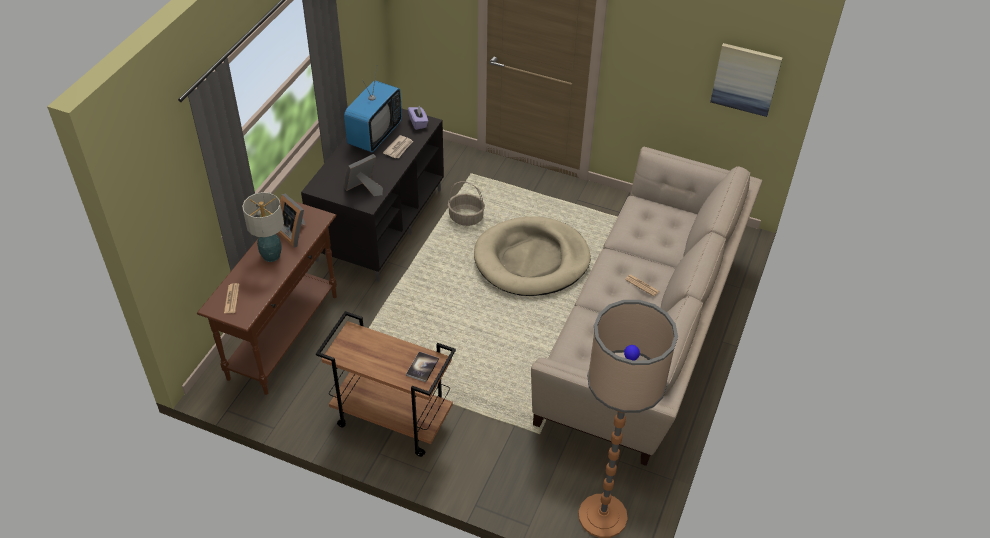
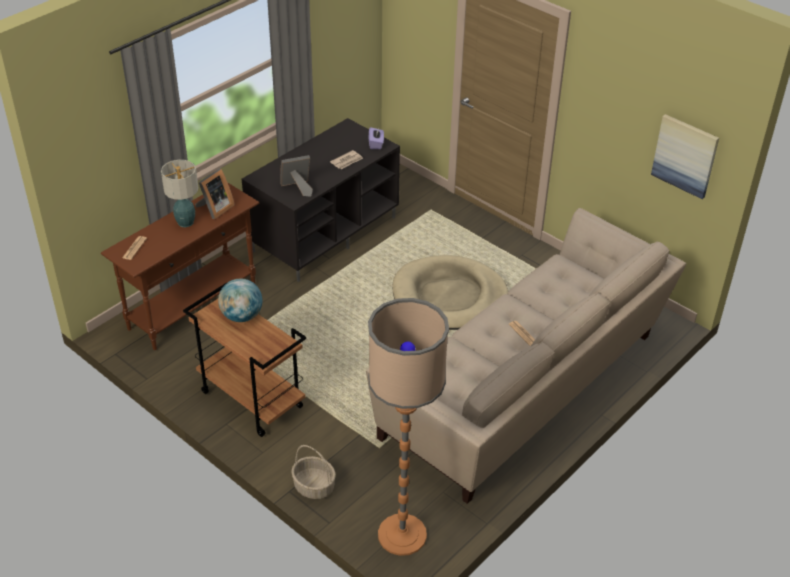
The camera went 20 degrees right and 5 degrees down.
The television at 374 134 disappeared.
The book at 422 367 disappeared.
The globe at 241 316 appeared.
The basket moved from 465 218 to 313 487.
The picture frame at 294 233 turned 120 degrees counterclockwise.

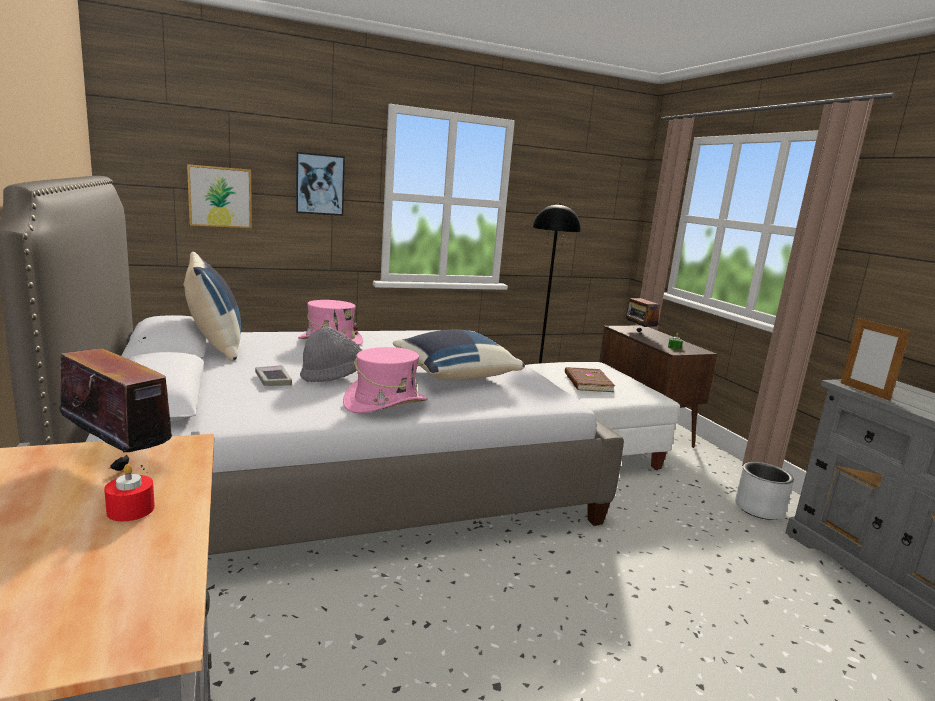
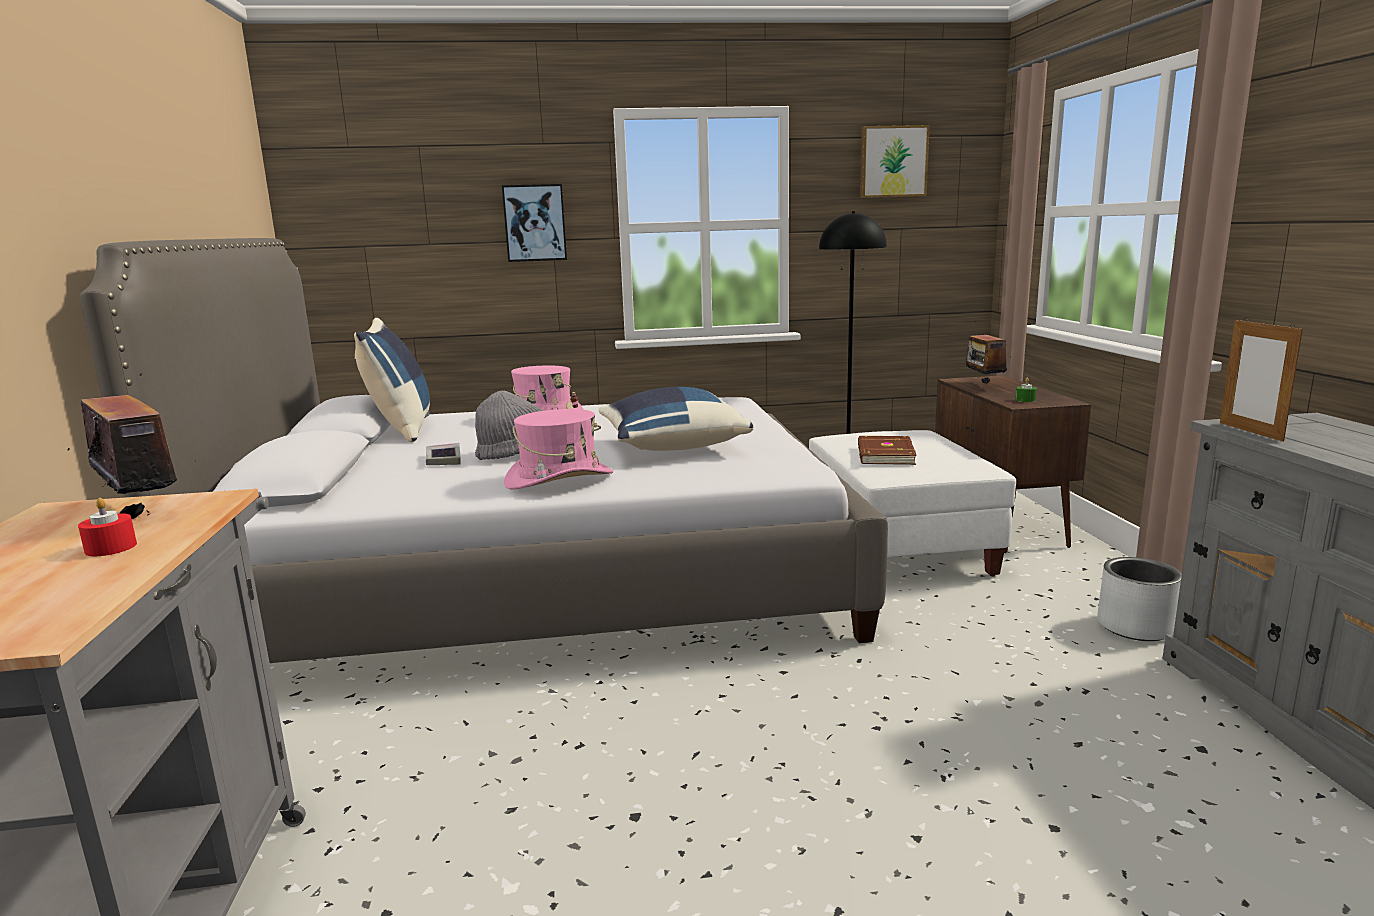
The camera went 15 degrees right and 0 degrees up.
The picture moved from 220 197 to 892 162.

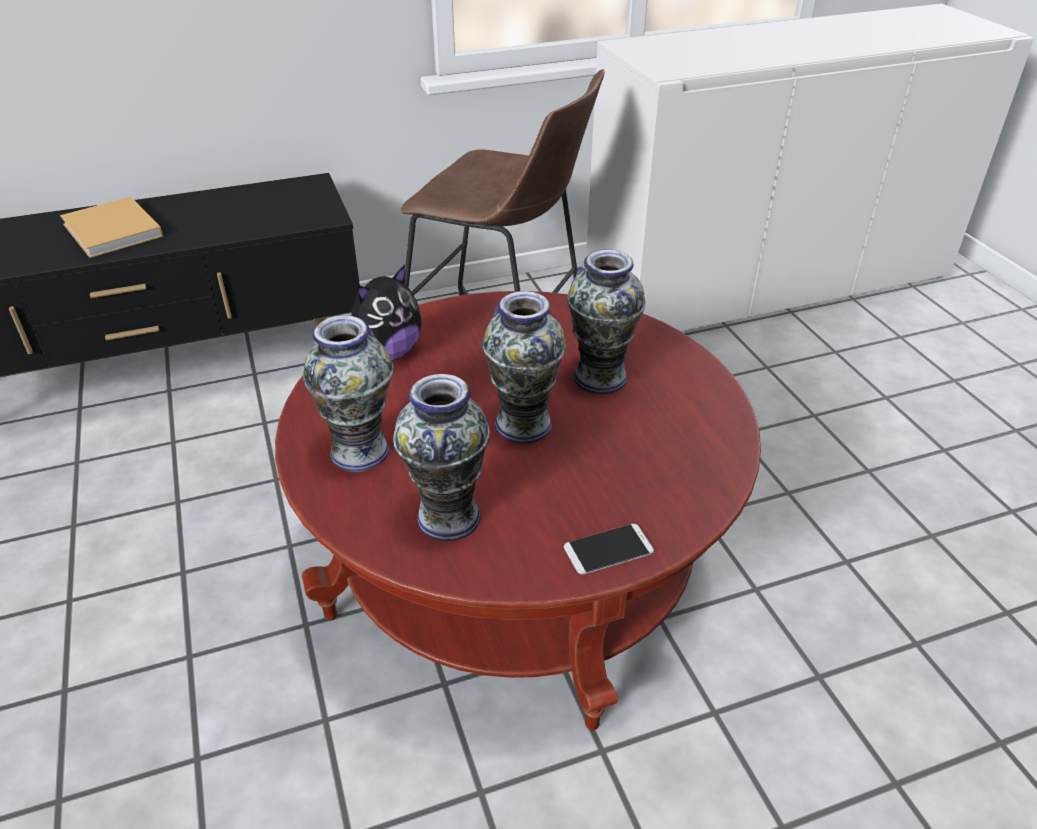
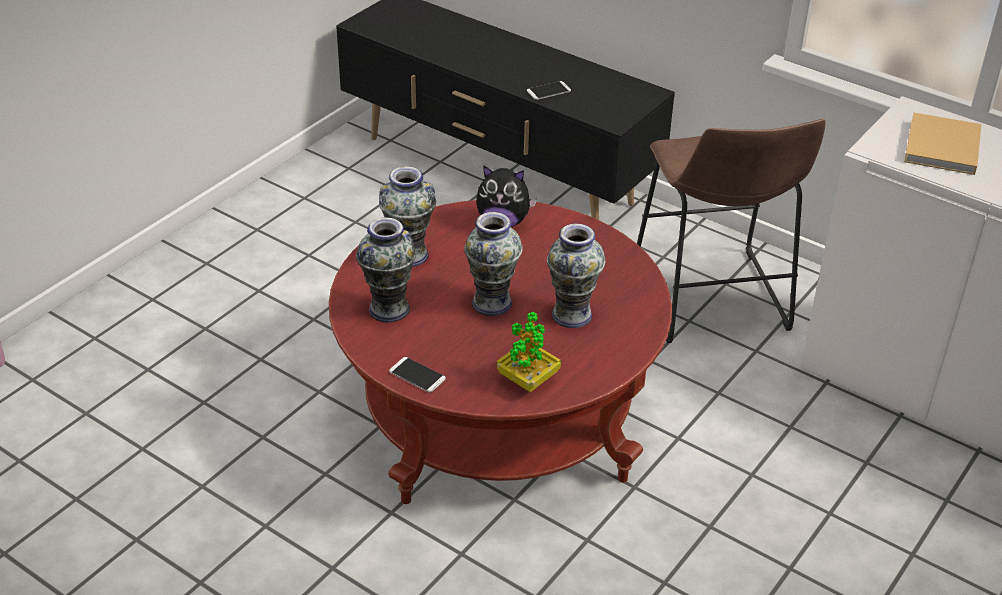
The camera went 55 degrees right and 0 degrees up.
The potted plant at 528 379 appeared.
The phone at 548 91 appeared.
The book/beige moved from 113 231 to 942 148.

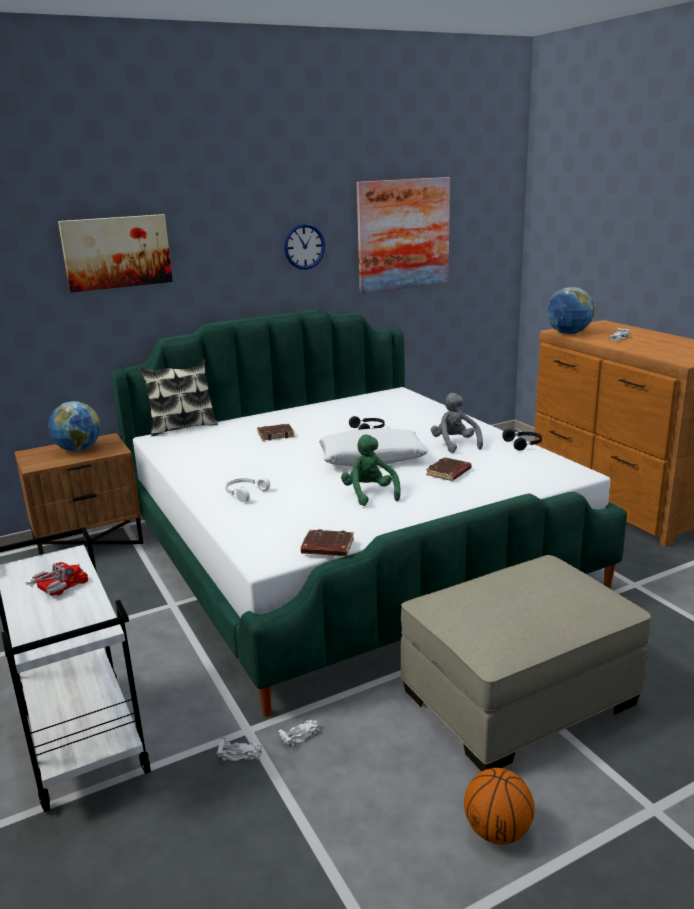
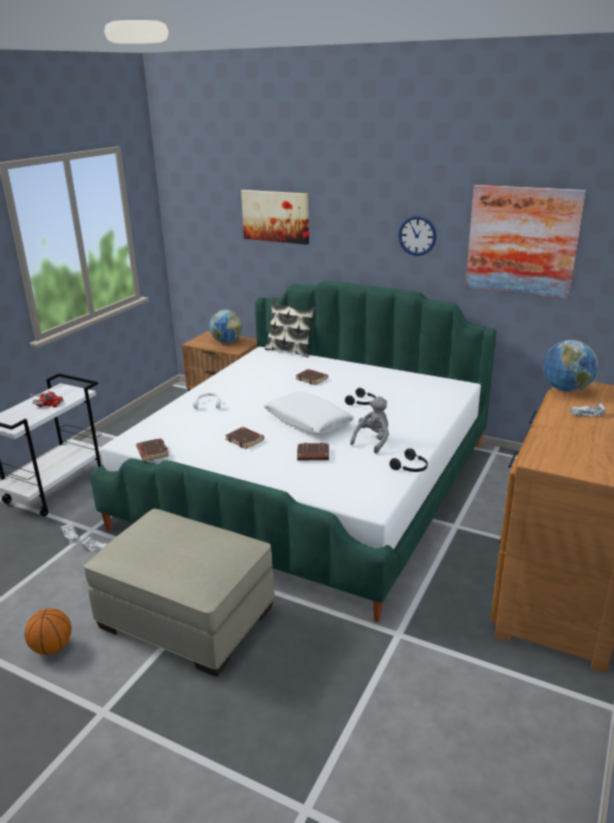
The camera went 55 degrees right and 5 degrees up.
The plush toy/green at 370 494 was replaced by the book/brown at 245 440.

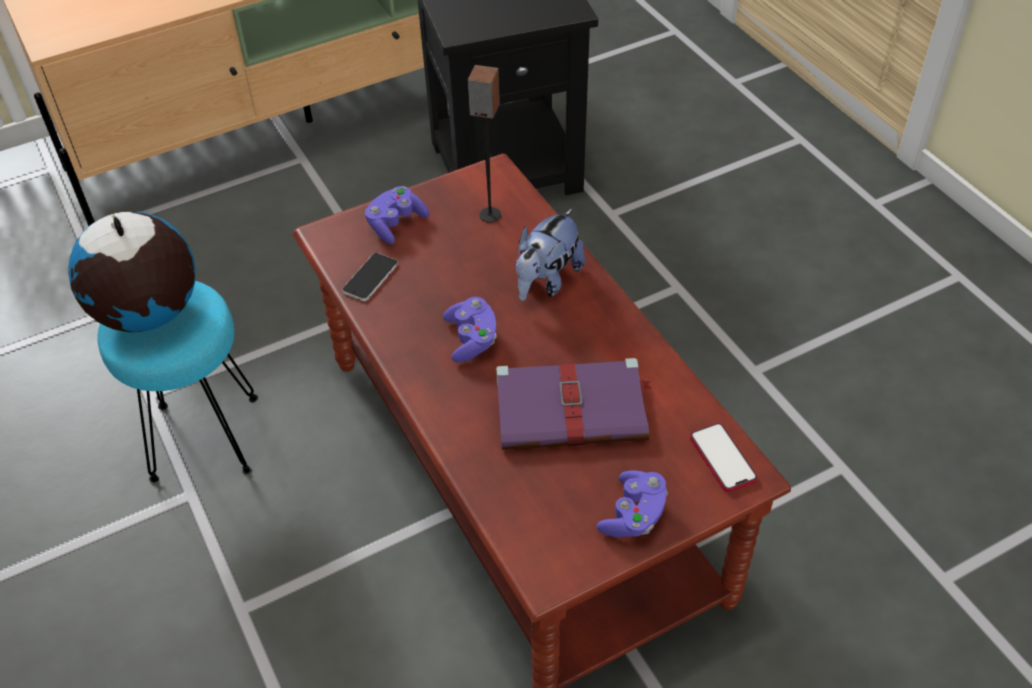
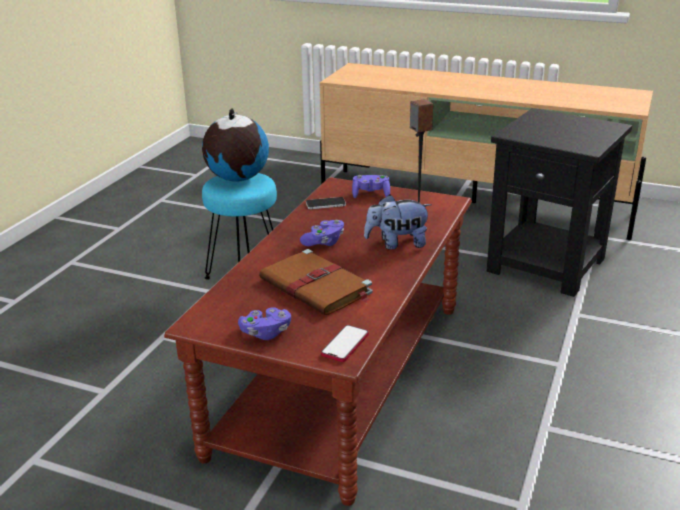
The camera went 50 degrees right and 20 degrees down.
The book/purple at 573 409 became the book/brown at 317 287.

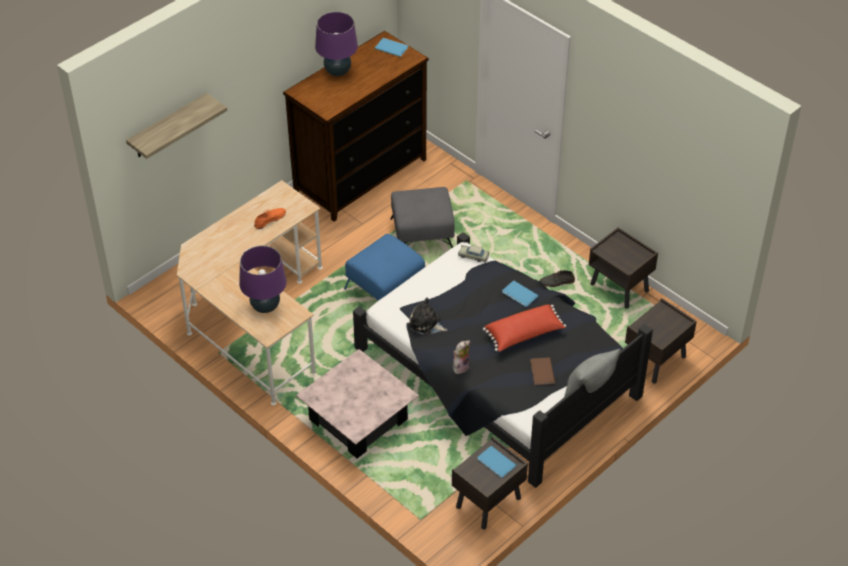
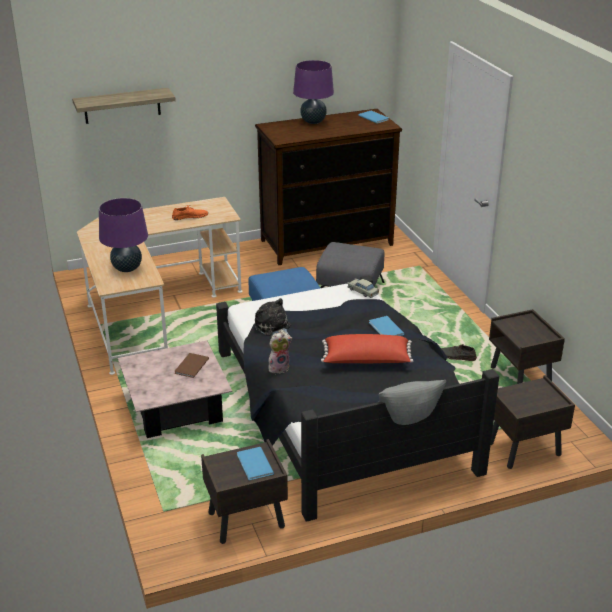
The camera went 25 degrees right and 15 degrees down.
The book/brown moved from 541 372 to 190 366.

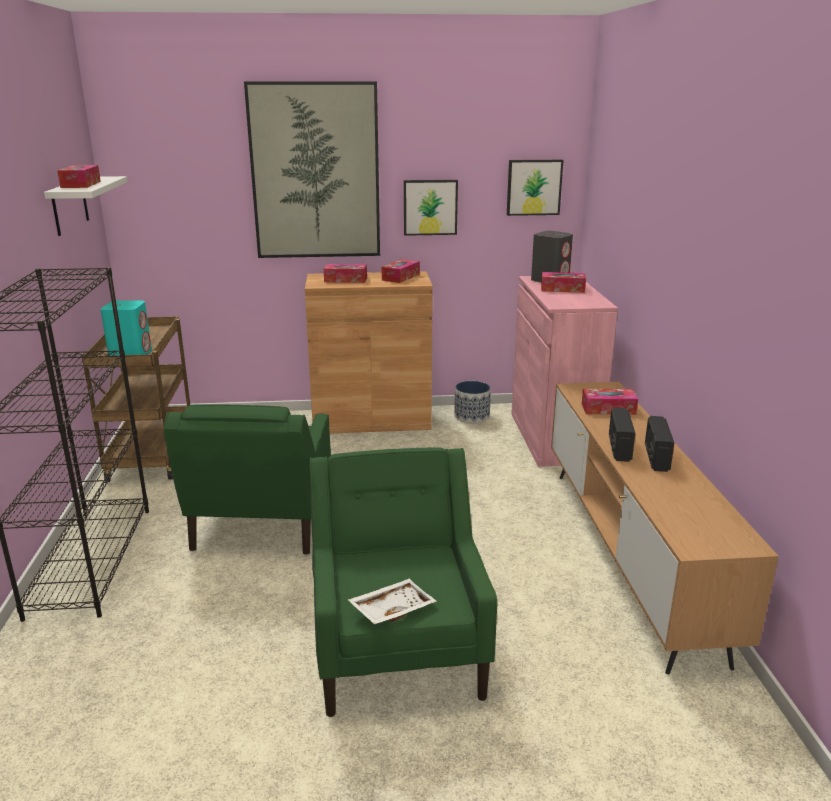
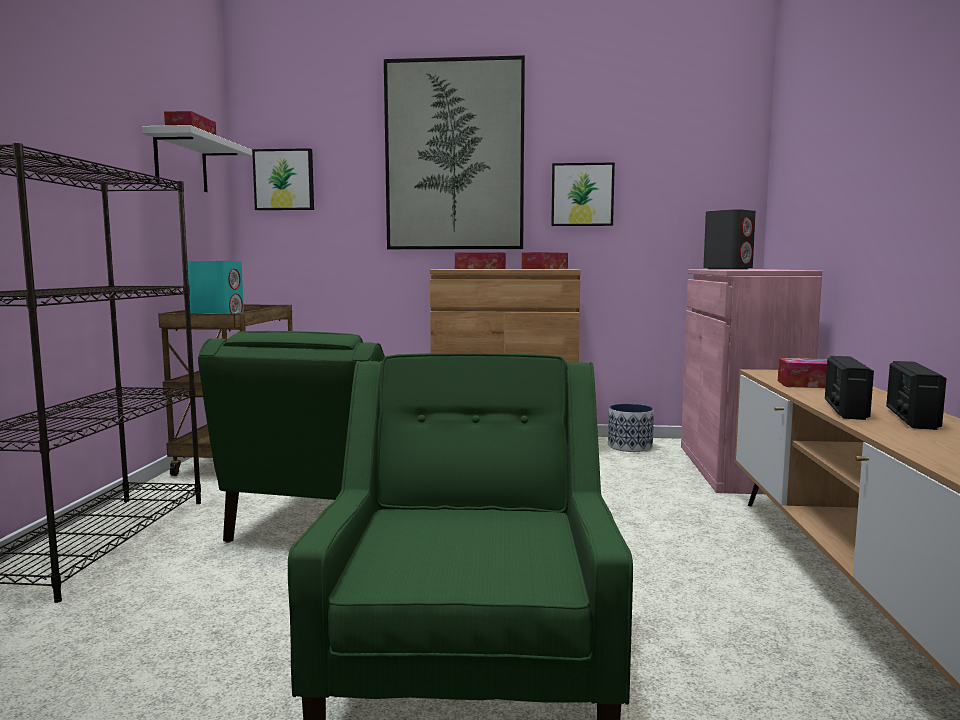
The camera went 10 degrees right and 15 degrees down.
The tray/white at 391 609 disappeared.
The tissue box at 562 289 disappeared.
The picture moved from 533 187 to 284 180.

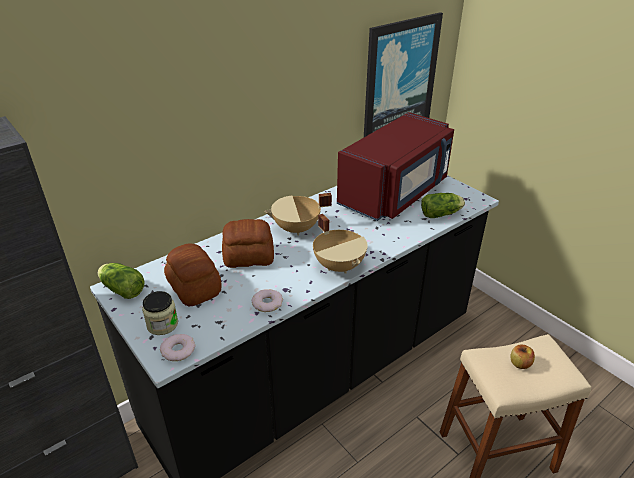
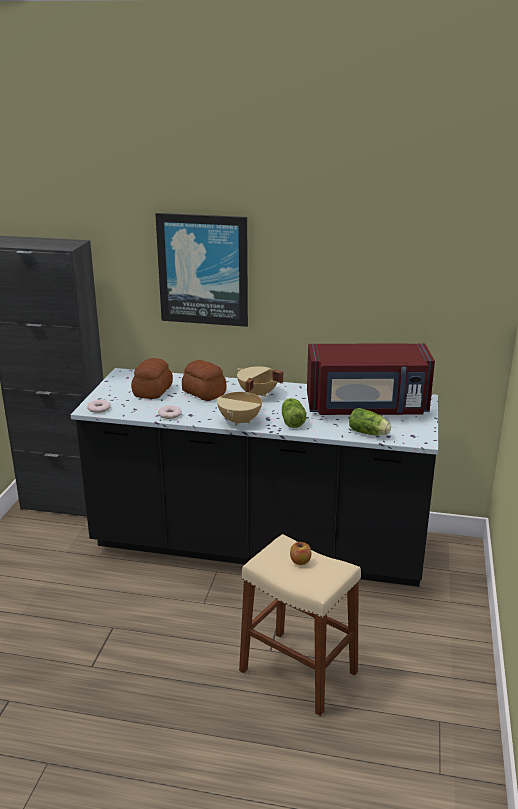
The camera went 50 degrees right and 10 degrees down.
The jar at 162 324 disappeared.
The lettuce moved from 121 289 to 292 421.
The picture moved from 399 79 to 203 269.

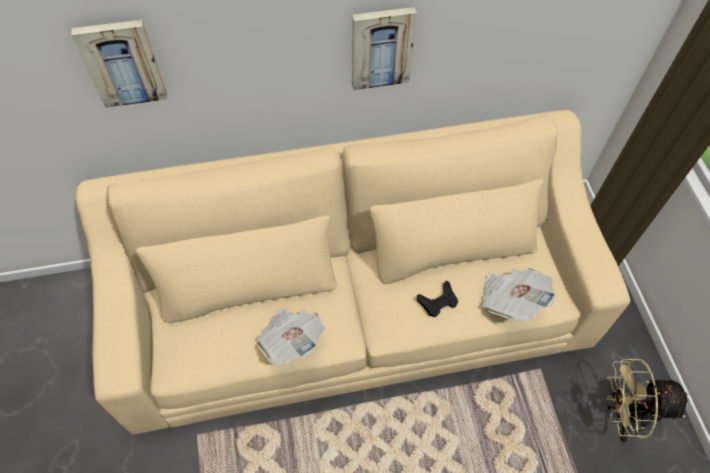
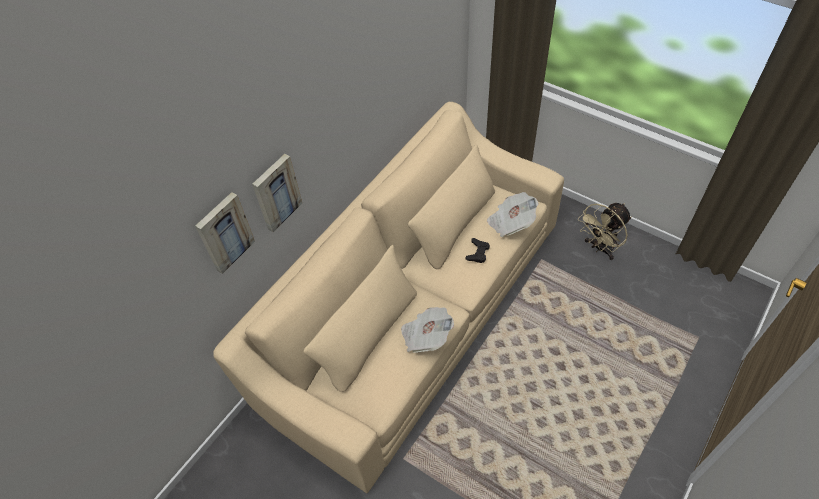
The camera went 40 degrees left and 5 degrees down.
The picture moved from 381 47 to 276 192.

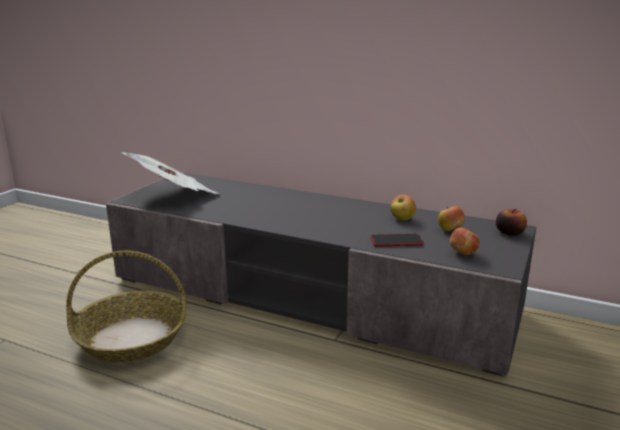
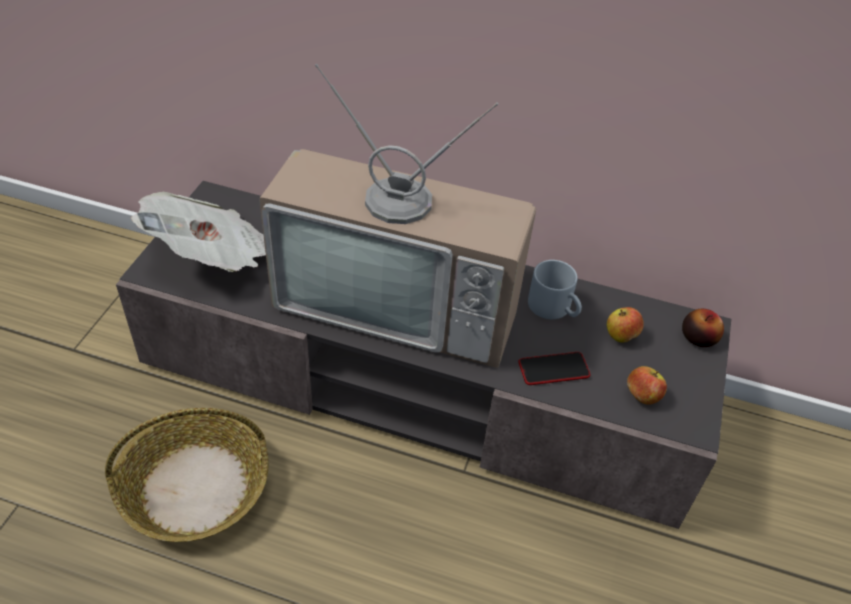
The camera went 10 degrees left and 25 degrees up.
The television at 401 299 appeared.
The apple at 402 218 was replaced by the mug/grey at 555 308.

